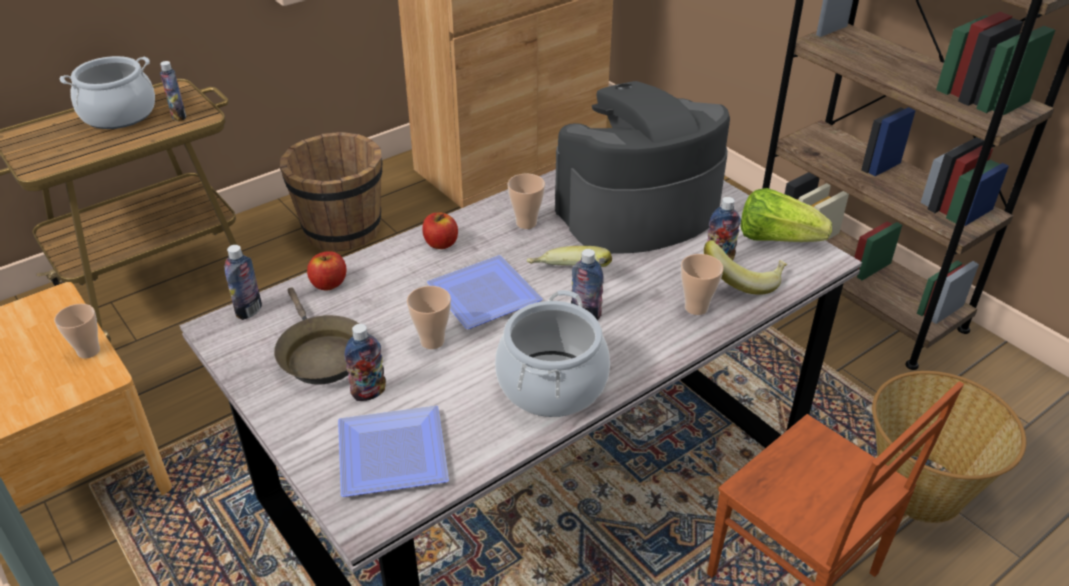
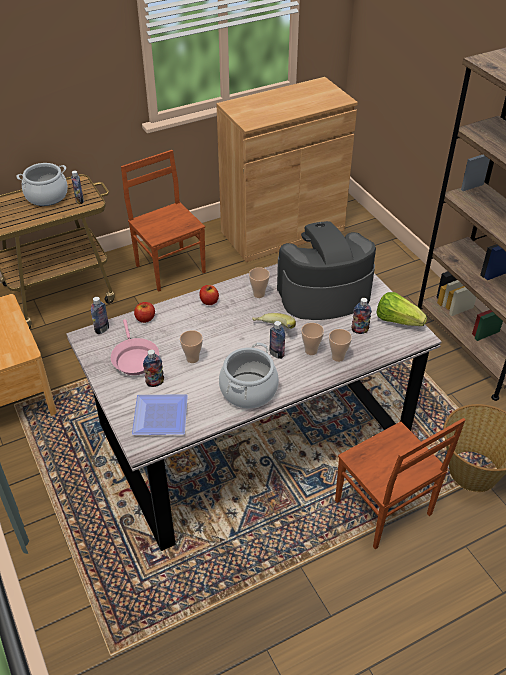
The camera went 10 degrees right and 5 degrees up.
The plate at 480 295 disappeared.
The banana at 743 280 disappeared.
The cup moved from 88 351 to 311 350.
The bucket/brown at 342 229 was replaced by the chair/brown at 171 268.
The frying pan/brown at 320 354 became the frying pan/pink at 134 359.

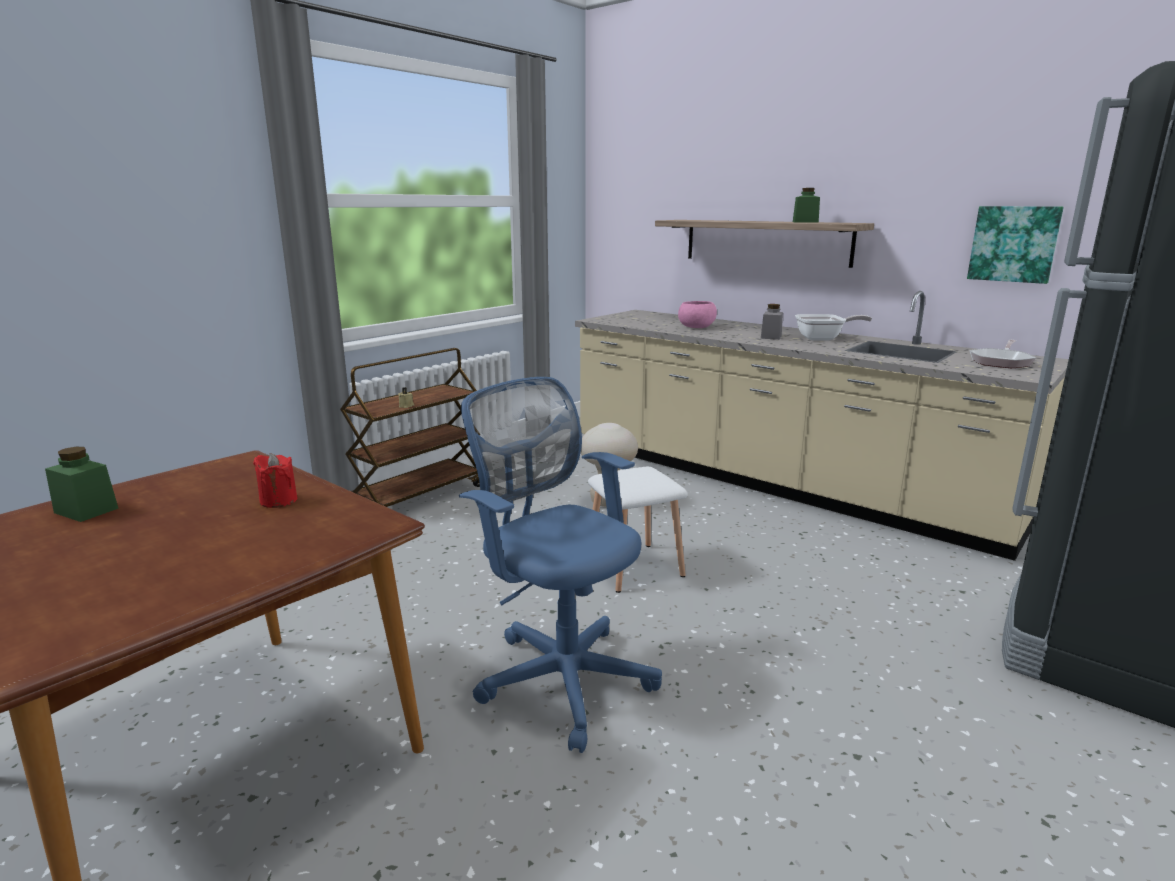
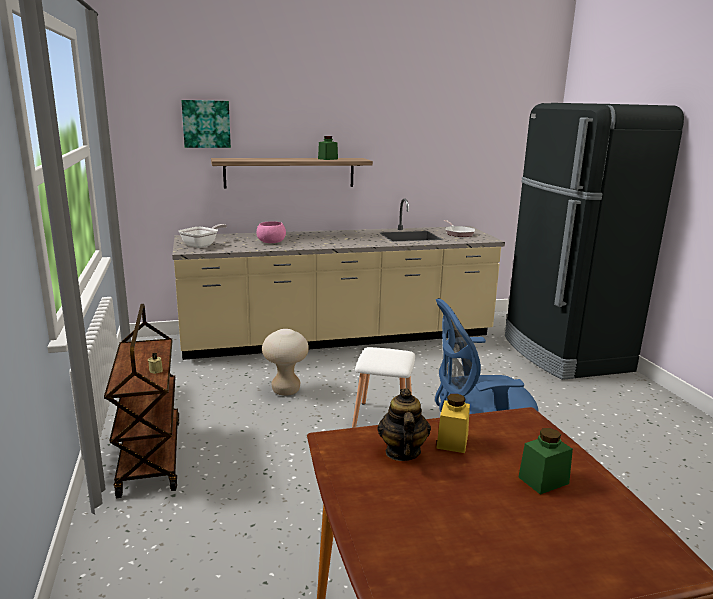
The camera went 55 degrees left and 0 degrees up.
The jar/grey at 771 337 disappeared.
The teapot at 402 452 appeared.
The jar/green moved from 86 510 to 543 480.
The frying pan moved from 823 339 to 202 245.
The picture moved from 1014 244 to 206 124.
The candle/red at 278 501 was replaced by the jar/yellow at 452 441.

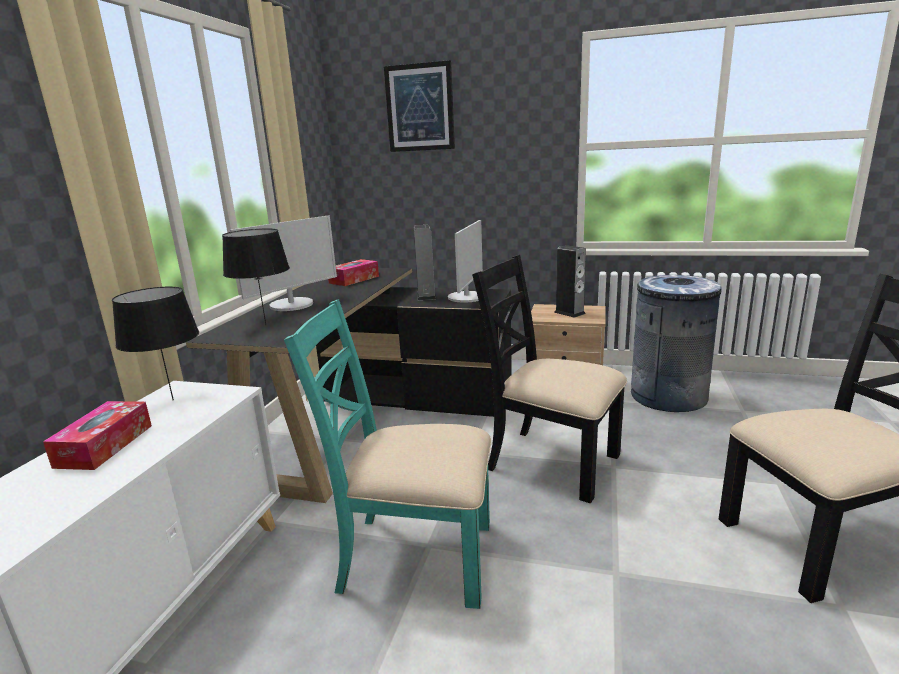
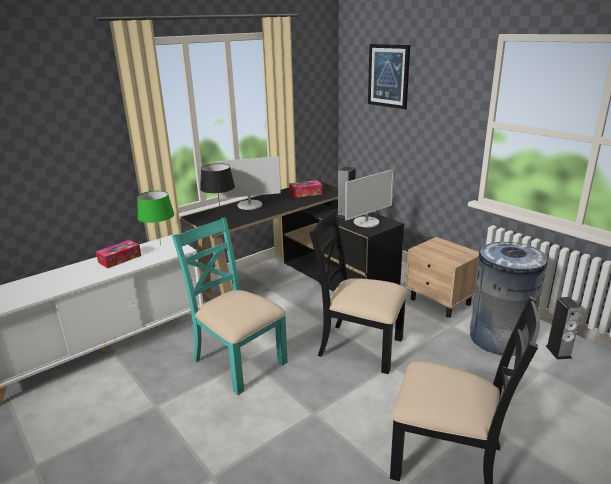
The camera went 35 degrees right and 5 degrees up.
The speaker moved from 569 313 to 558 352.
The table lamp/black at 173 400 became the table lamp/green at 160 245.
The chair/black at 551 462 turned 45 degrees counterclockwise.

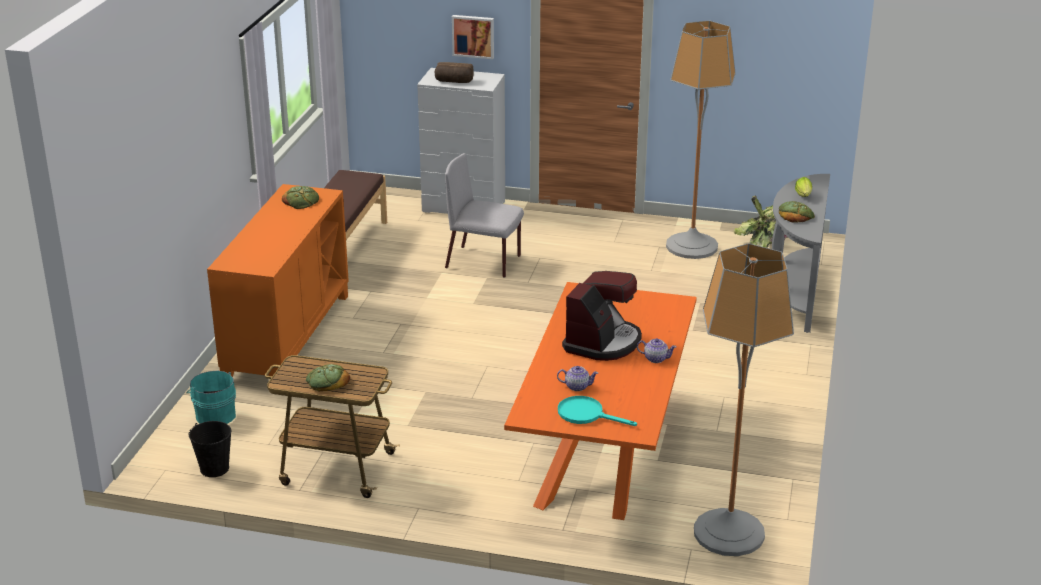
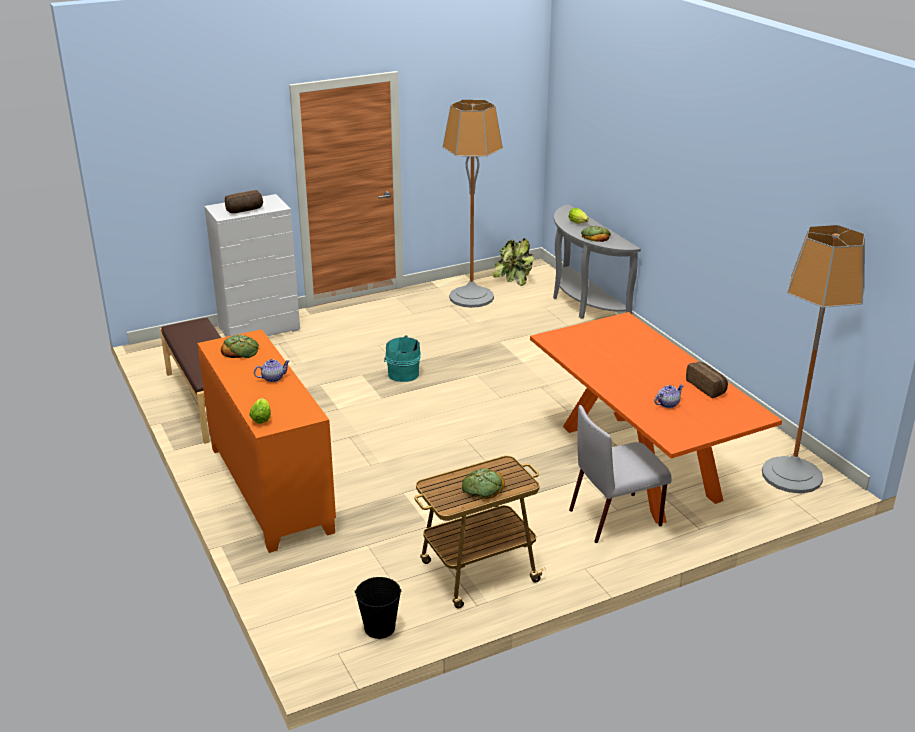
The camera went 40 degrees left and 0 degrees up.
The picture at 473 36 disappeared.
The frying pan/turquoise at 586 414 disappeared.
The coffee machine at 603 342 disappeared.
The lettuce at 261 418 appeared.
The bread at 707 387 appeared.
The bucket/turquoise moved from 215 415 to 402 374.
The chair/grey moved from 484 262 to 616 517.
The teapot moved from 655 358 to 272 378.

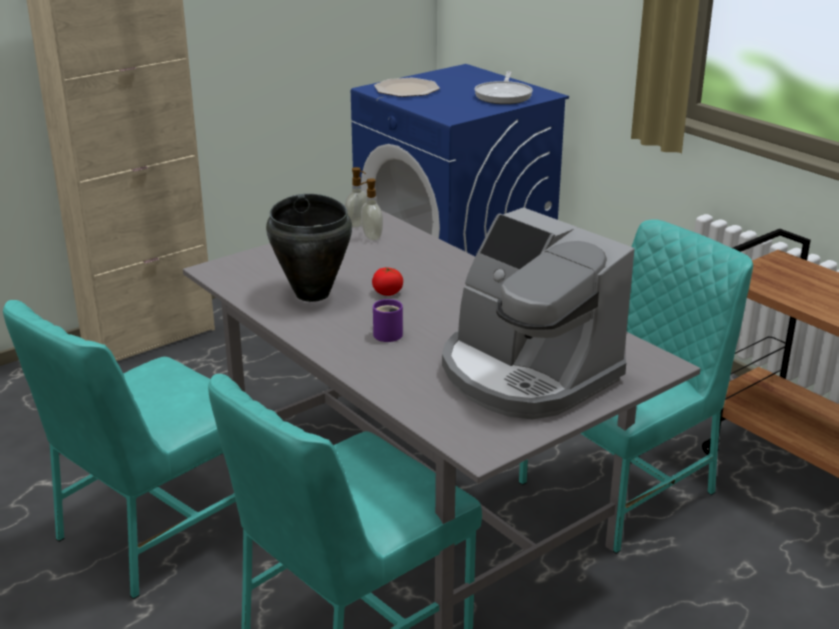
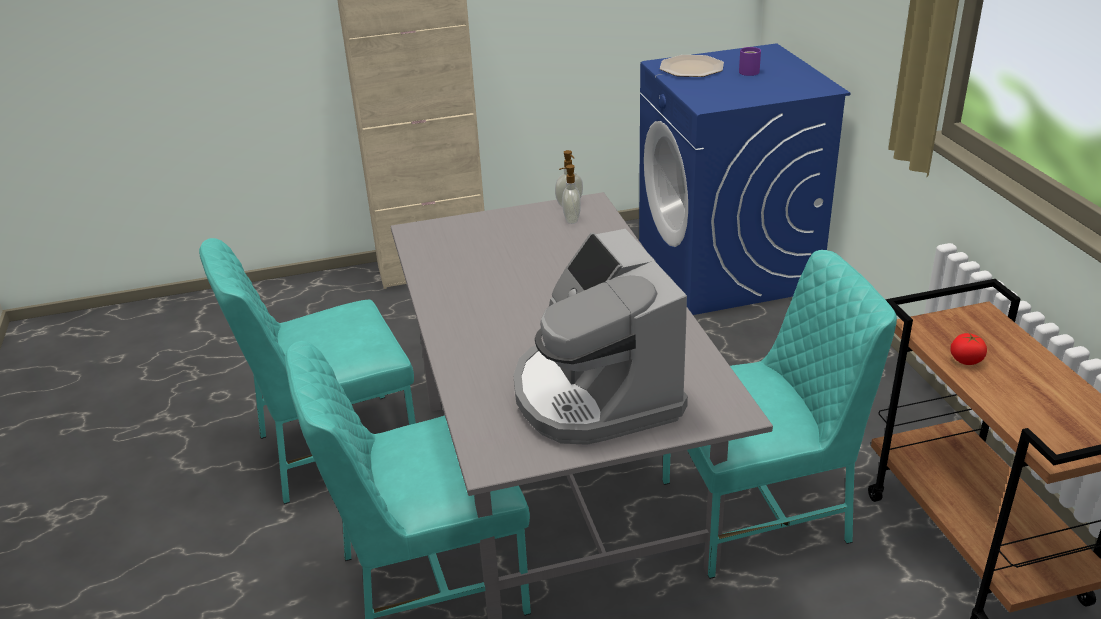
The camera went 25 degrees right and 5 degrees up.
The cooking pot/black at 313 294 disappeared.
The frying pan at 504 95 disappeared.
The tomato moved from 387 292 to 966 360.
The mug/purple moved from 388 333 to 749 71.

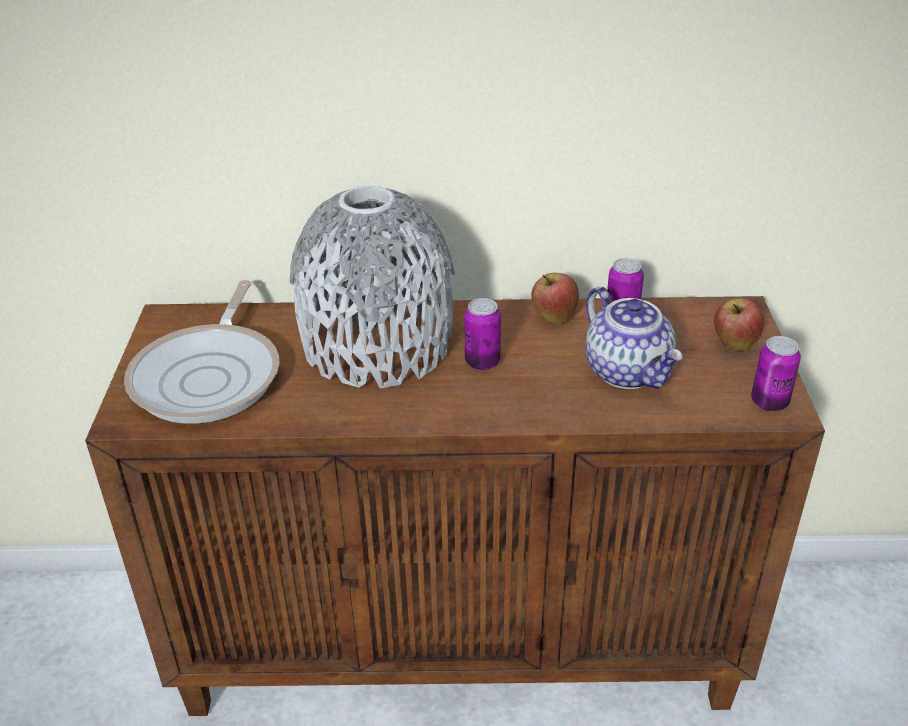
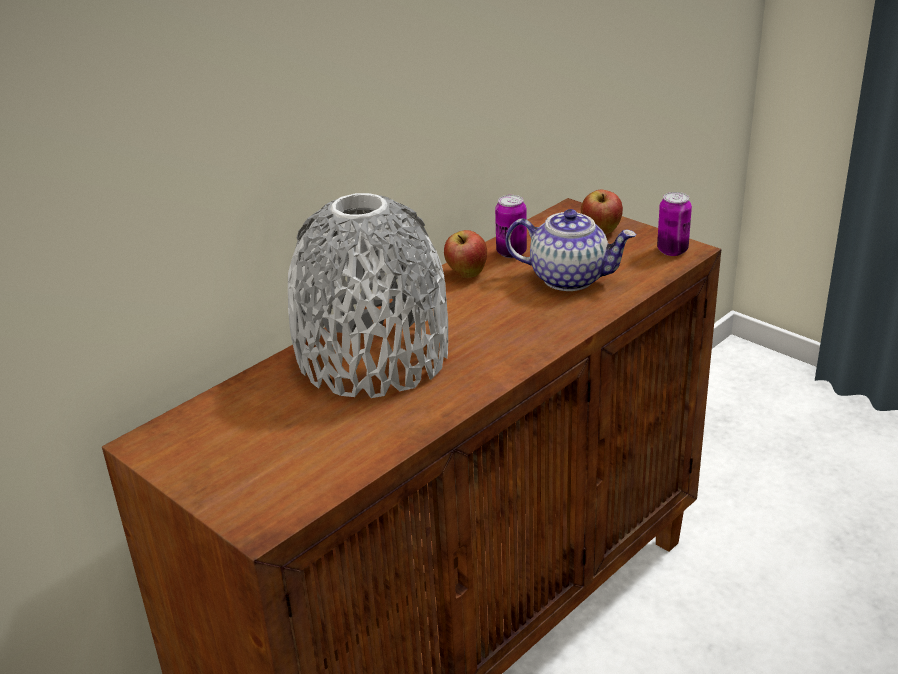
The camera went 45 degrees left and 5 degrees down.
The frying pan at 211 376 disappeared.
The can at 482 362 disappeared.

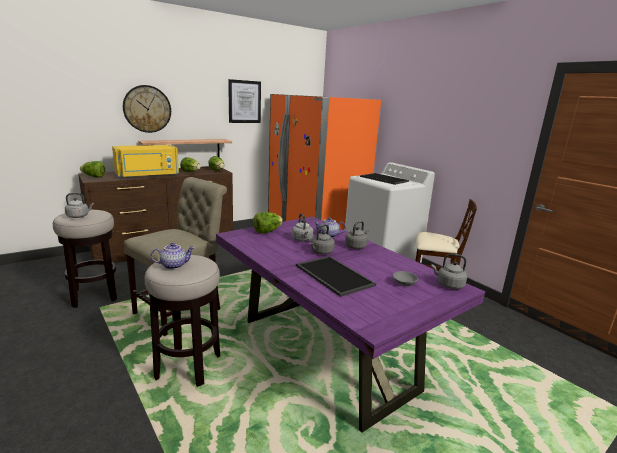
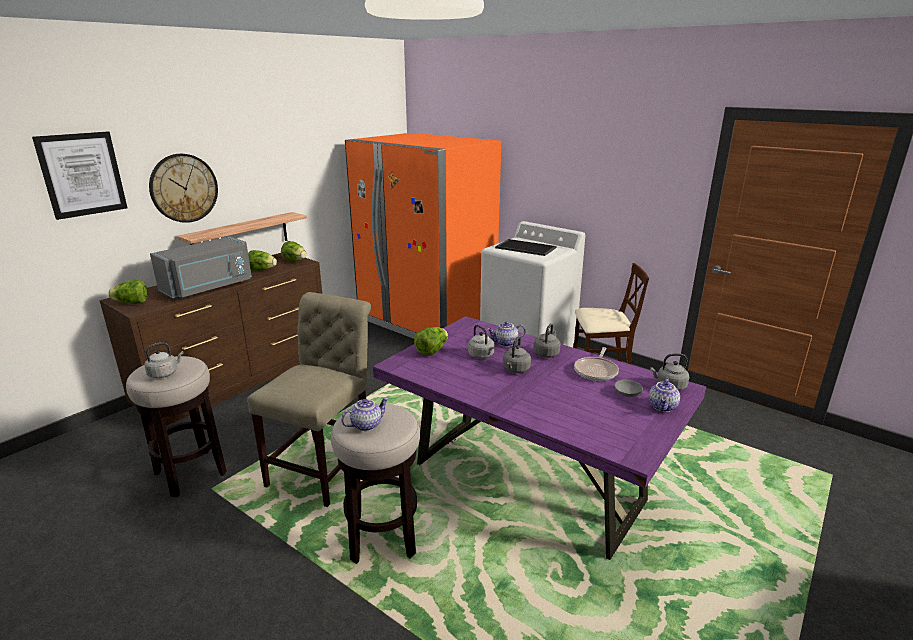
The camera went 15 degrees left and 5 degrees up.
The tray at 332 275 disappeared.
The frying pan at 596 371 appeared.
The teapot at 663 407 appeared.
The picture moved from 244 102 to 82 174.
The microwave/yellow at 148 175 became the microwave/grey at 209 287.

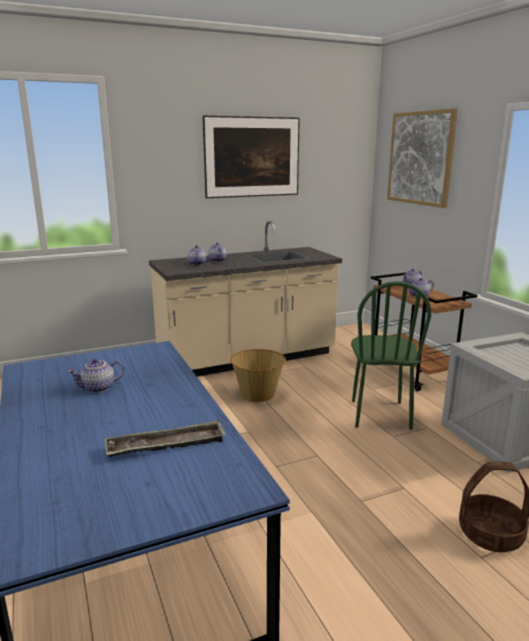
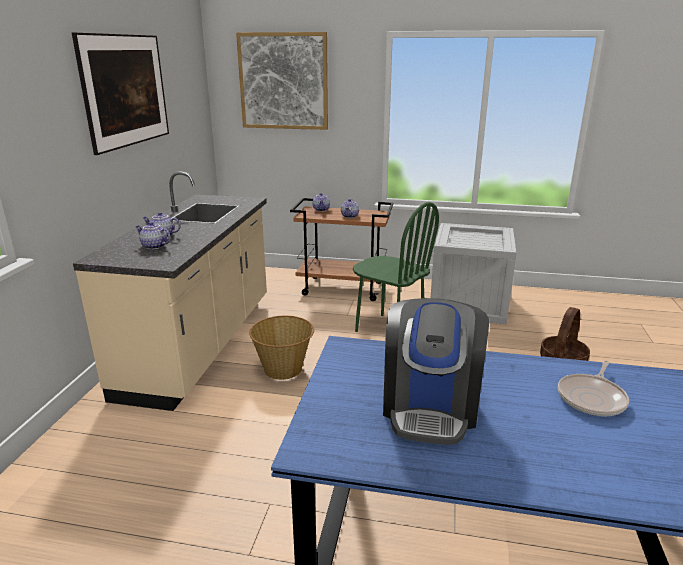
The camera went 55 degrees left and 5 degrees up.
The teapot at 98 388 was replaced by the coffee machine at 430 406.
The tray at 166 445 was replaced by the frying pan at 592 398.

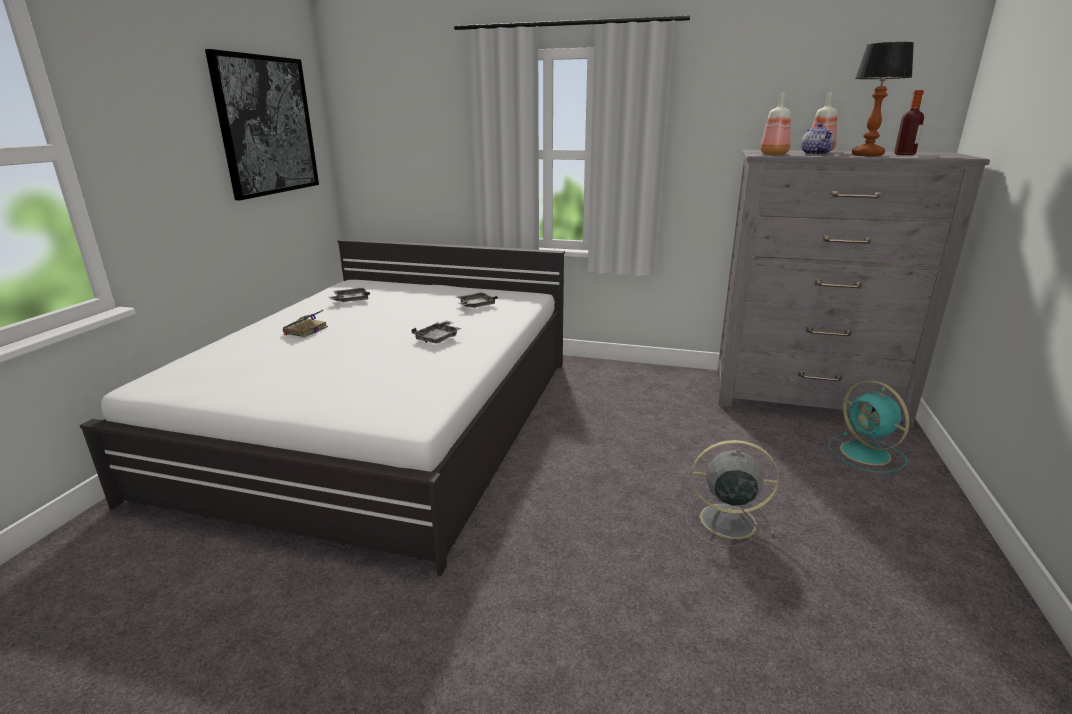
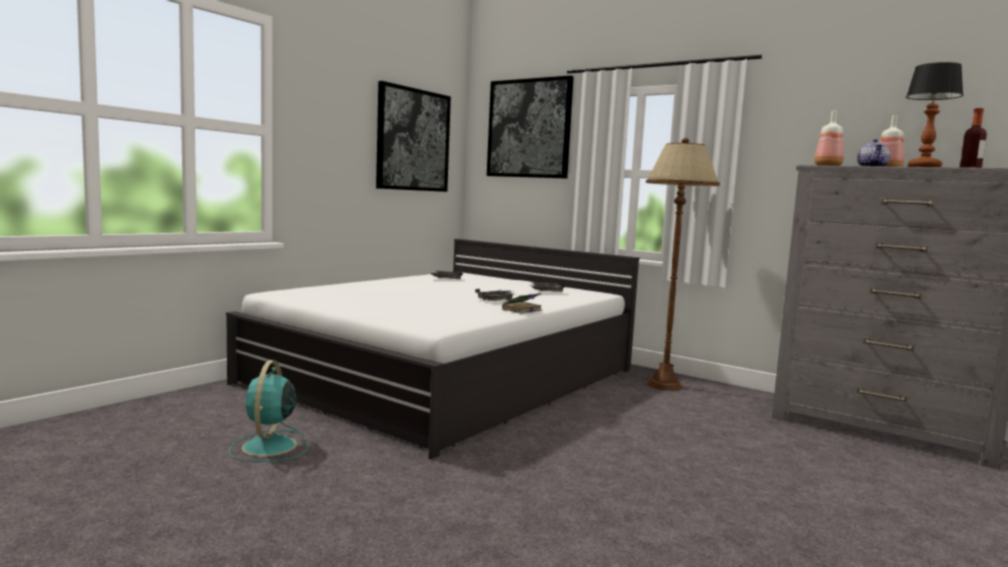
The camera went 20 degrees right and 15 degrees down.
The fan/grey at 725 521 disappeared.
The picture at 529 128 appeared.
The floor lamp/brown at 665 385 appeared.
The book moved from 305 330 to 521 310.
The fan/turquoise moved from 867 454 to 268 447.

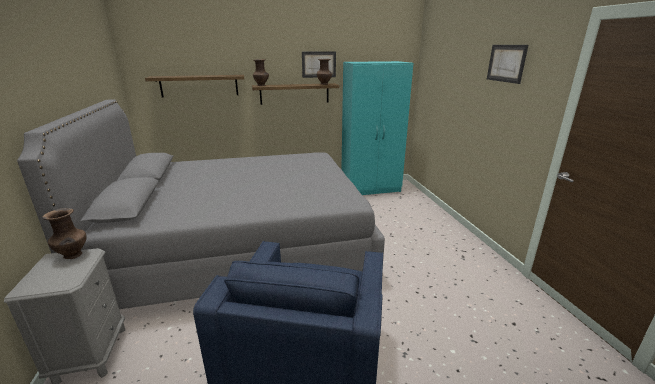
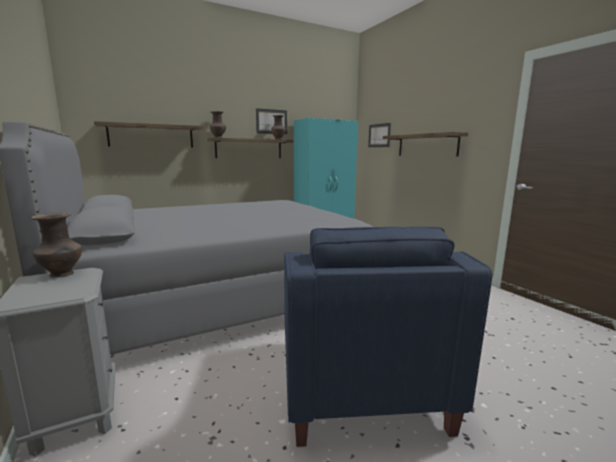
The camera went 15 degrees left and 10 degrees down.
The shelf at 427 145 appeared.
The picture moved from 506 63 to 379 135.

